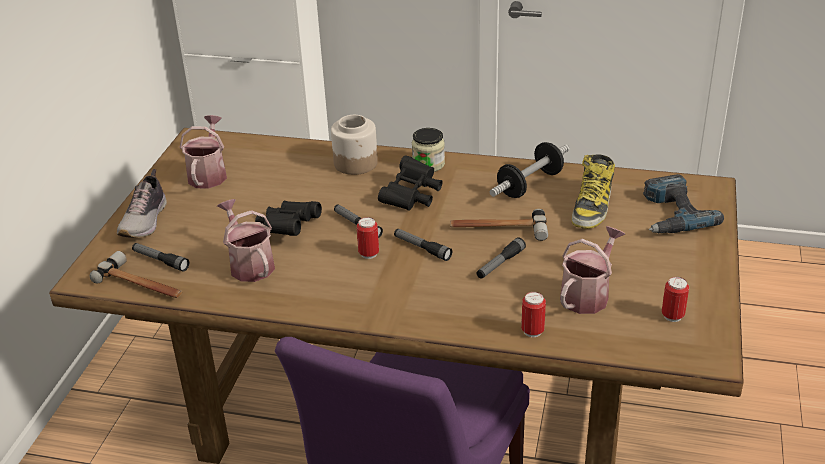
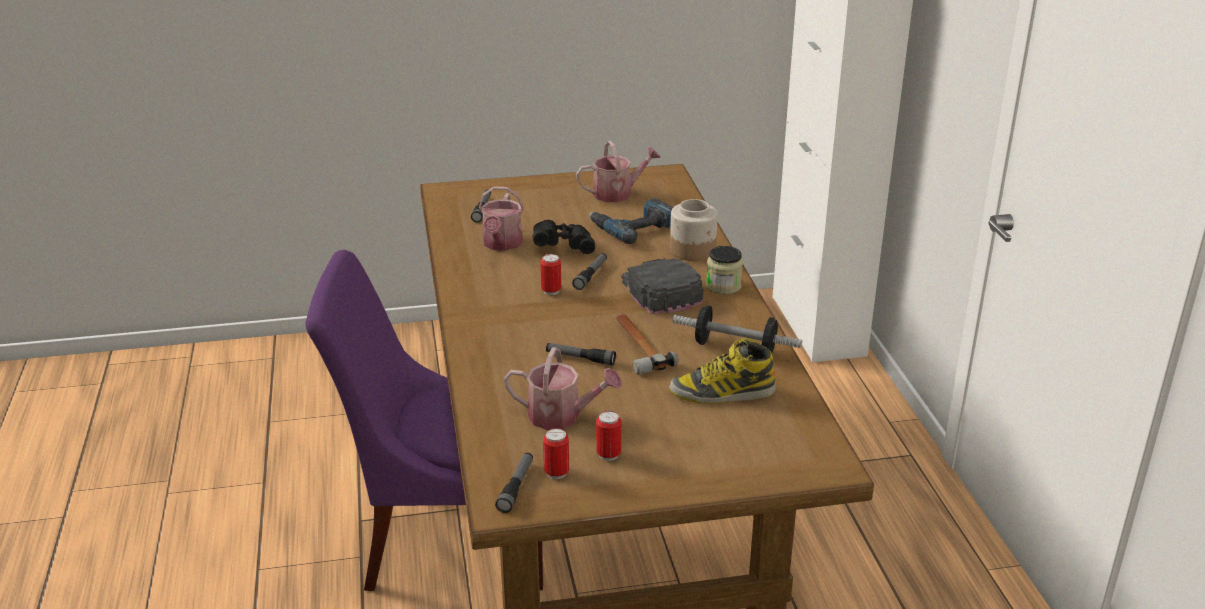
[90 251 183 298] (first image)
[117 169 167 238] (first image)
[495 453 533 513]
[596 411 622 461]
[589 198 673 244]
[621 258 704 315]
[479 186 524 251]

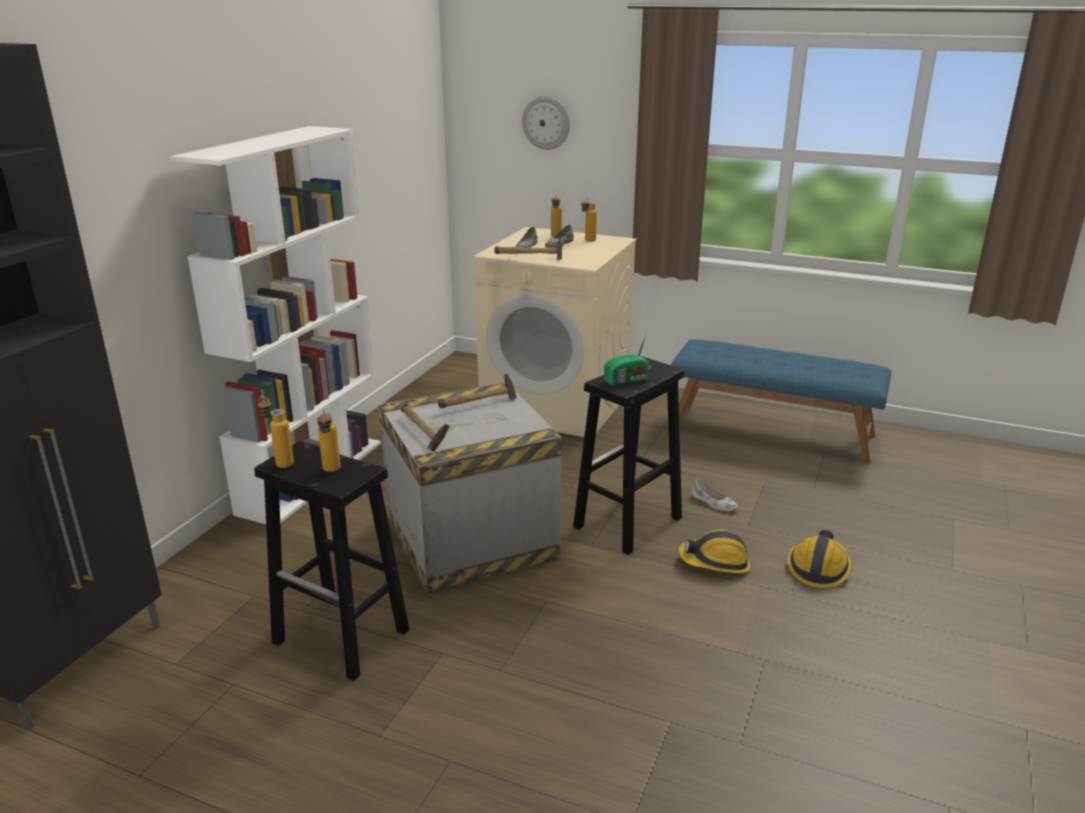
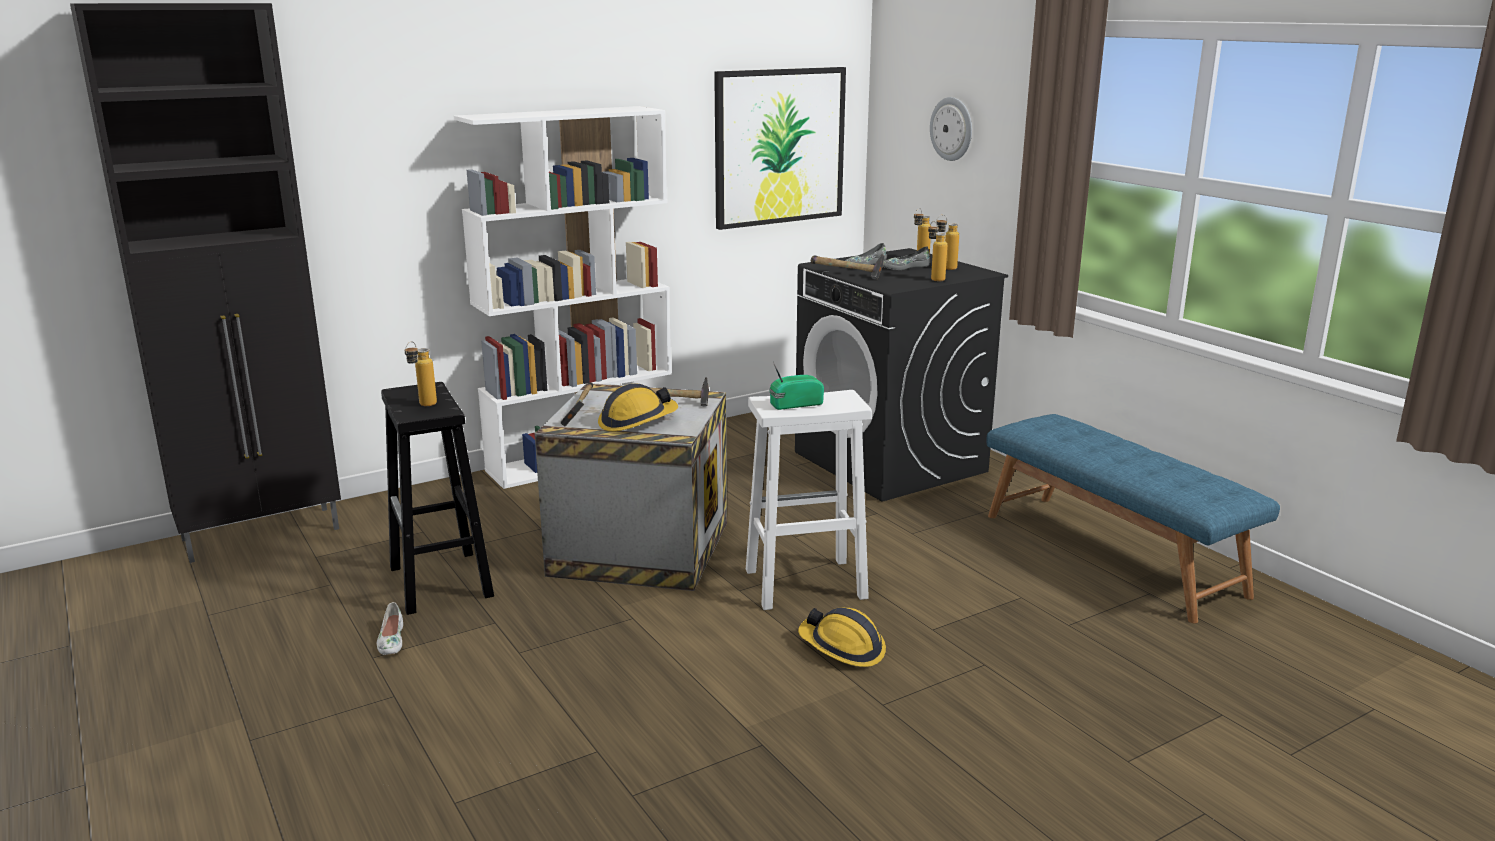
[714 67 846 230]
[928 221 947 281]
[377 602 403 655]
[598 383 678 432]
[795 248 1008 502]
[746 390 872 610]
[769 362 824 410]

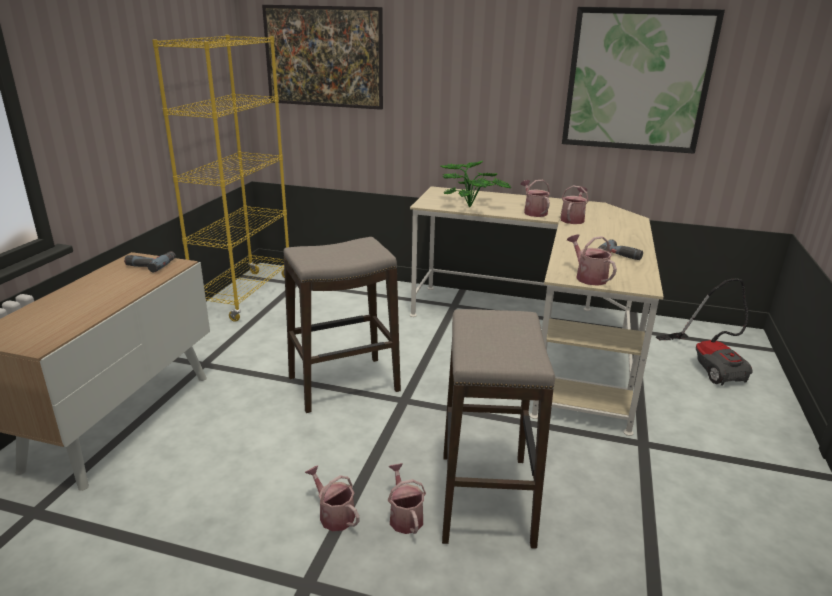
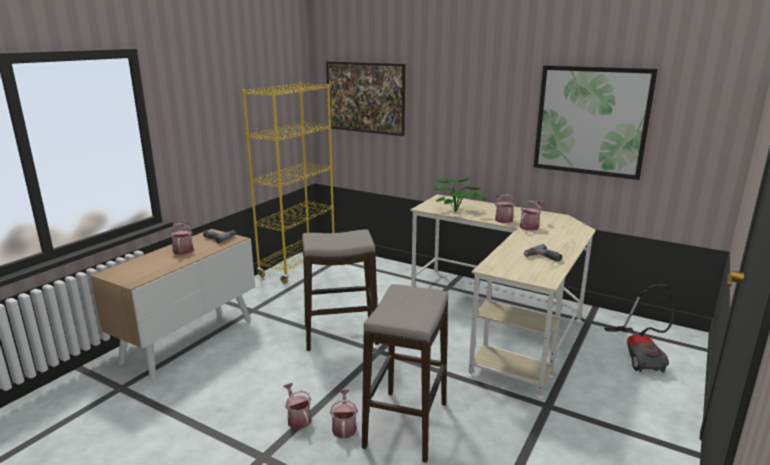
[170 222 194 255]

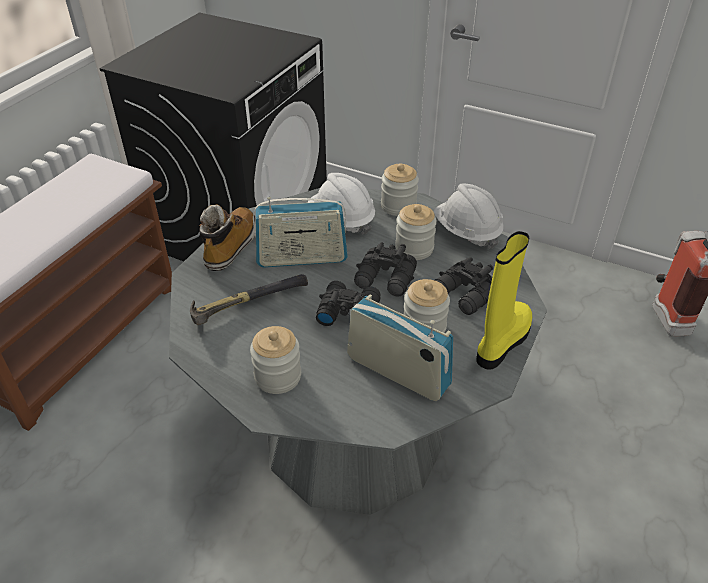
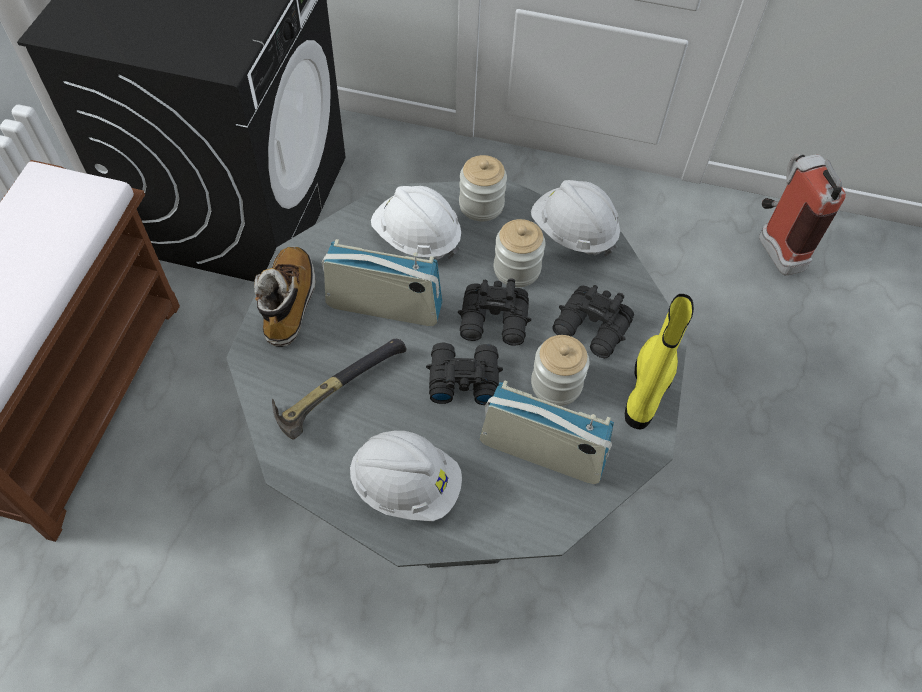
[350 431 462 521]
[322 239 442 326]

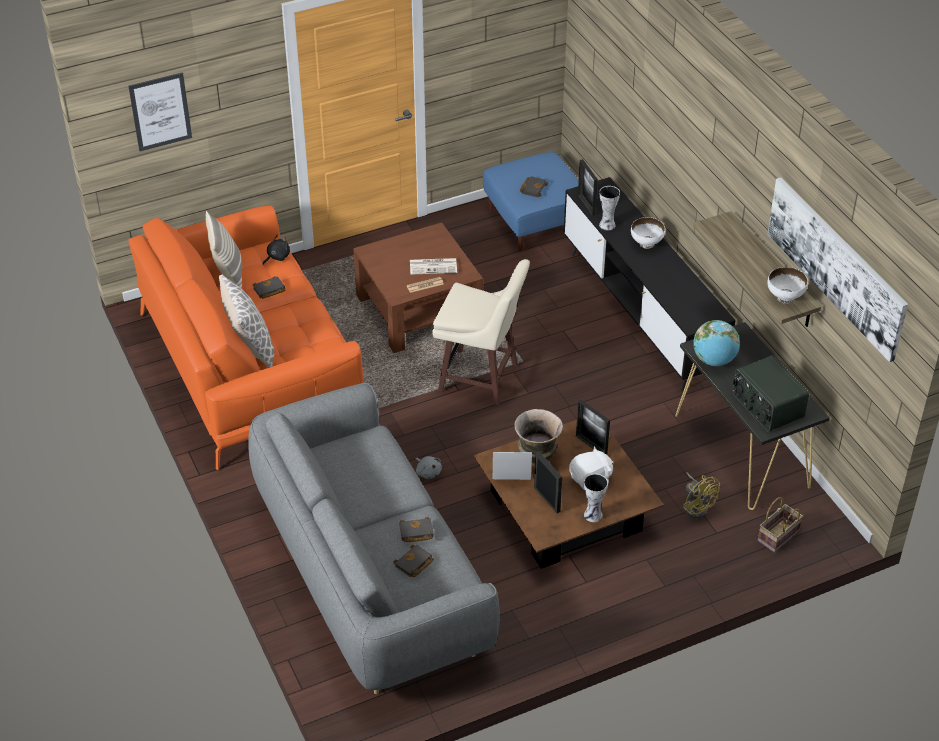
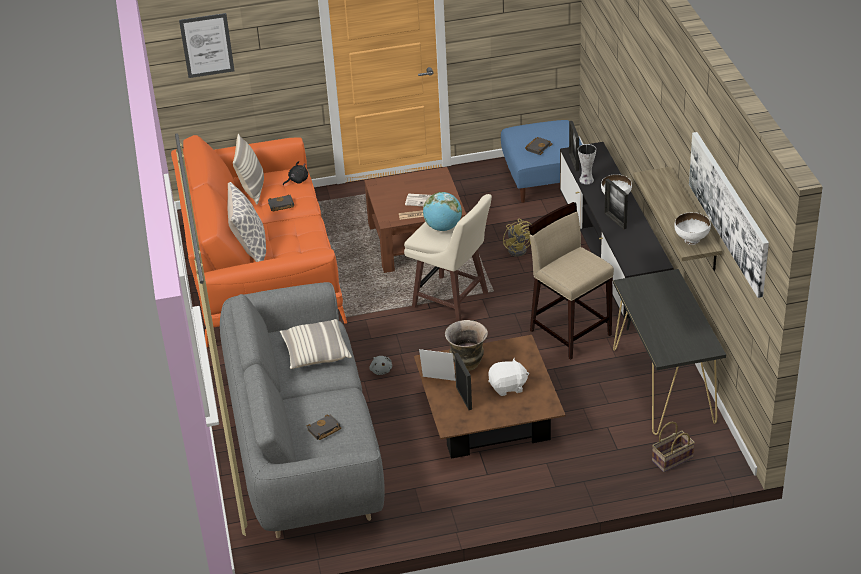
[399 517 434 543] (first image)
[584 474 608 522] (first image)
[733 355 809 432] (first image)
[280 319 352 369]
[529 202 614 360]
[605 179 628 229]
[503 219 531 257]
[423 192 462 231]

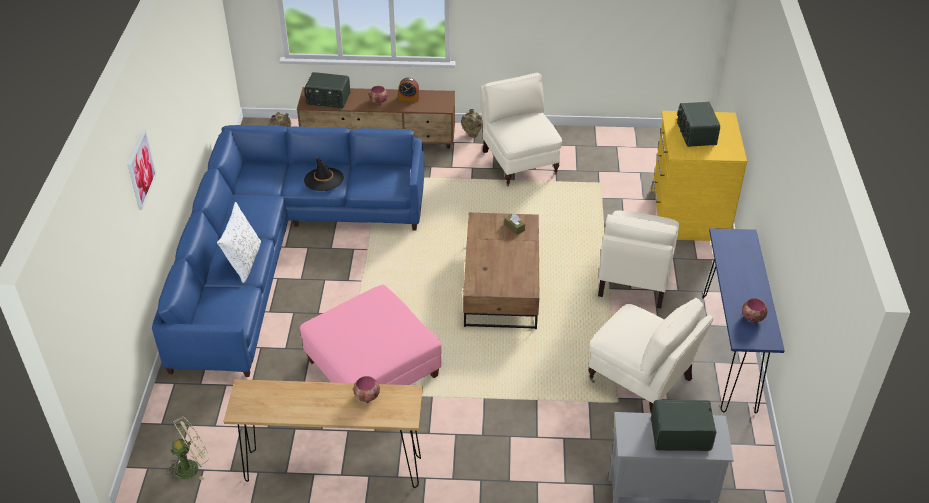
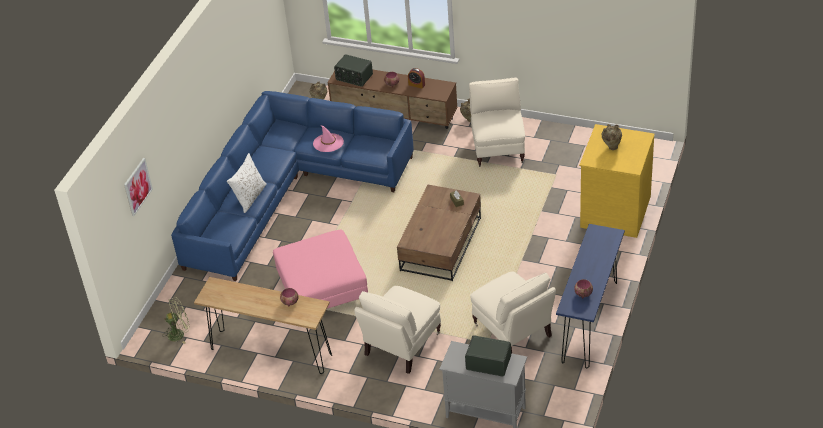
[124 158 153 216]
[354 286 441 374]
[601 124 622 150]
[313 125 344 152]

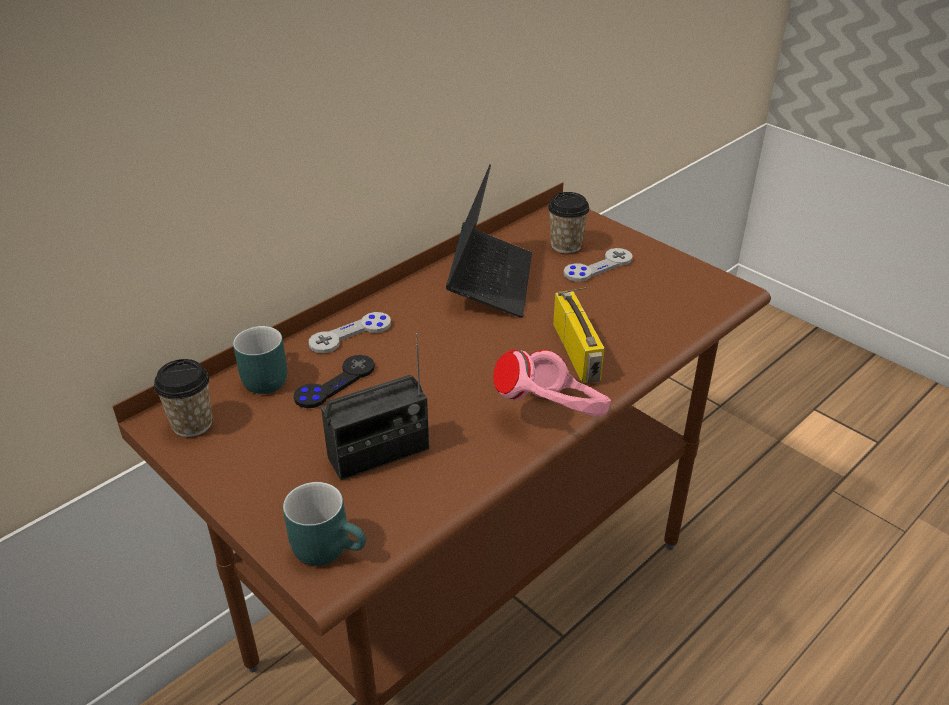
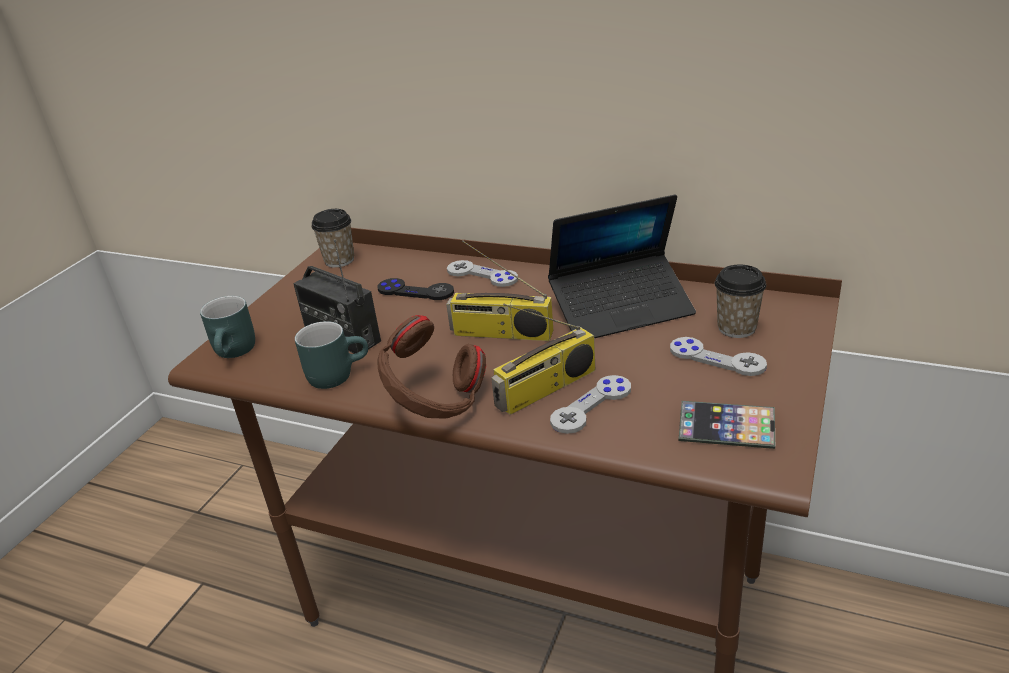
[446 241 553 341]
[550 375 631 434]
[678 401 775 449]
[295 321 368 389]
[377 315 486 418]

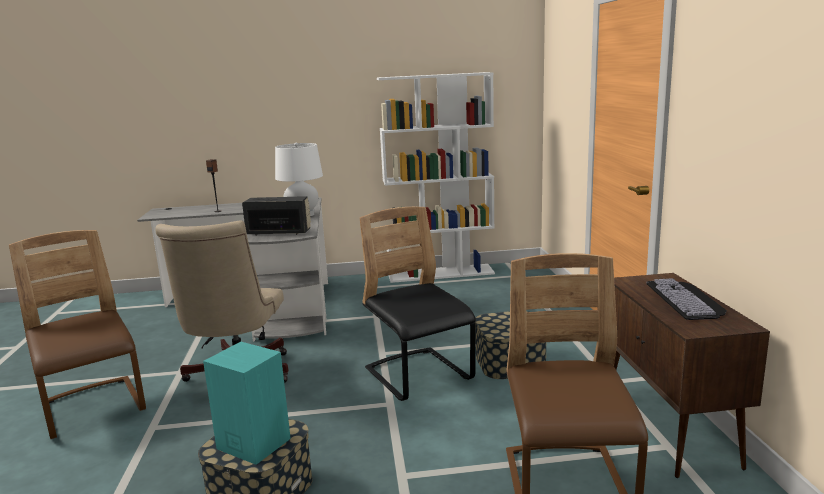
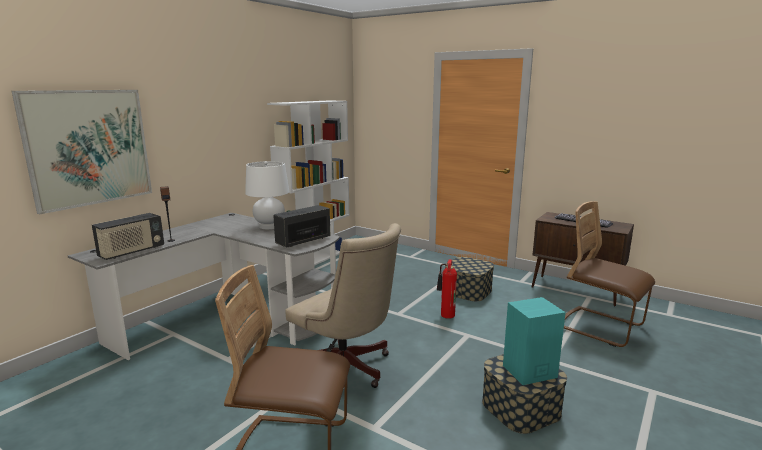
[12 90 152 214]
[92 213 164 260]
[437 260 457 319]

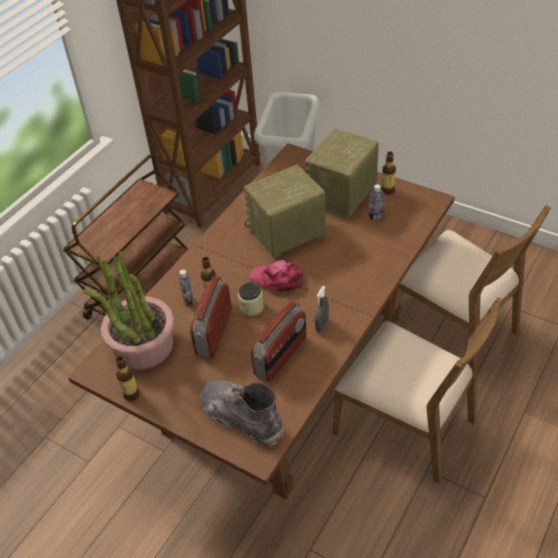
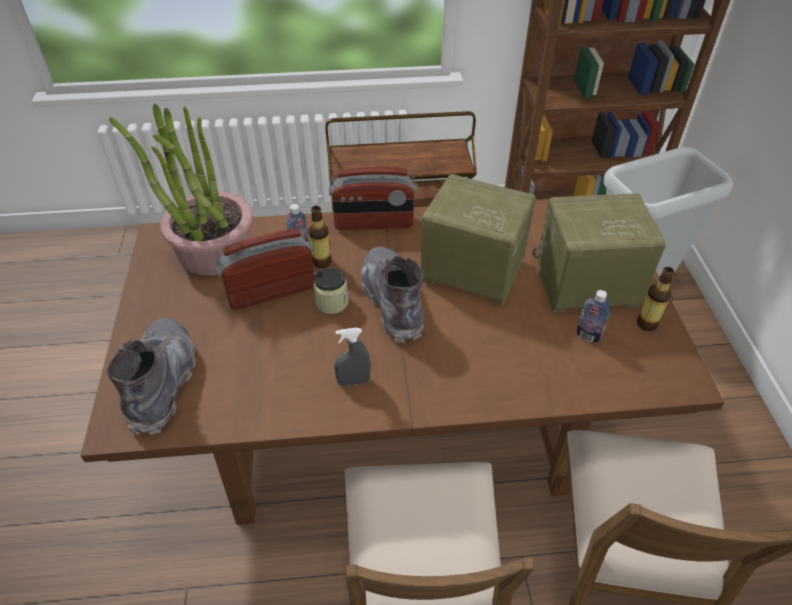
[116 356 139 401] (first image)
[329 167 417 230]
[361 247 424 343]

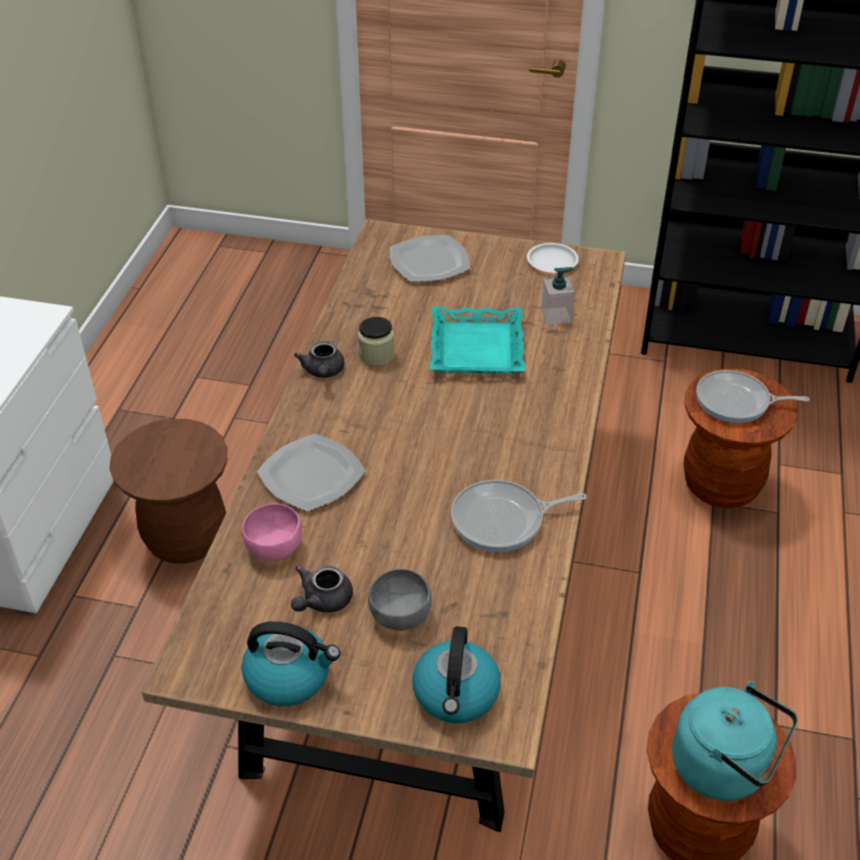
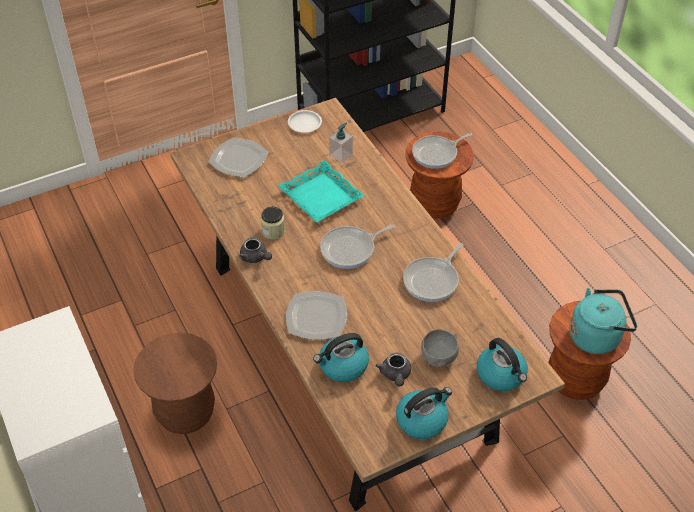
[320 224 395 269]
[313 333 369 382]

